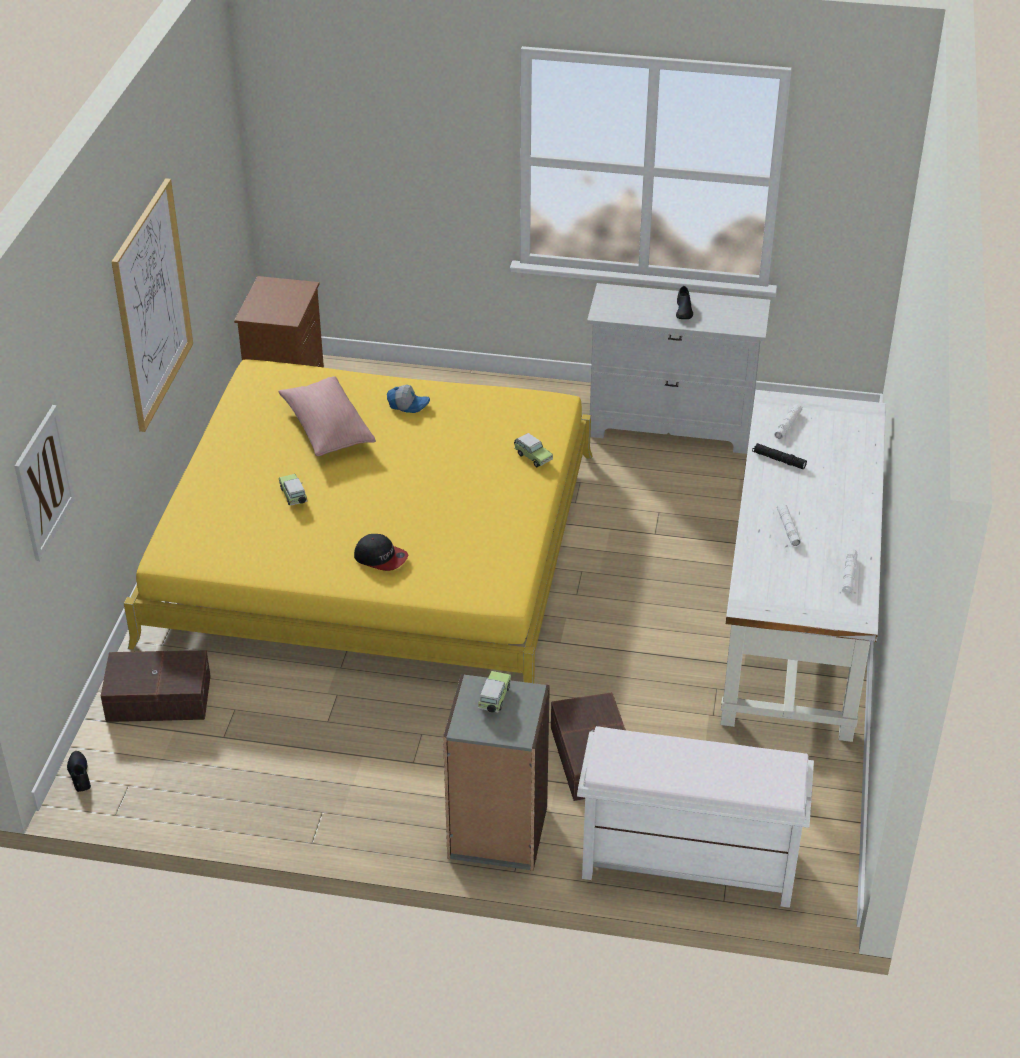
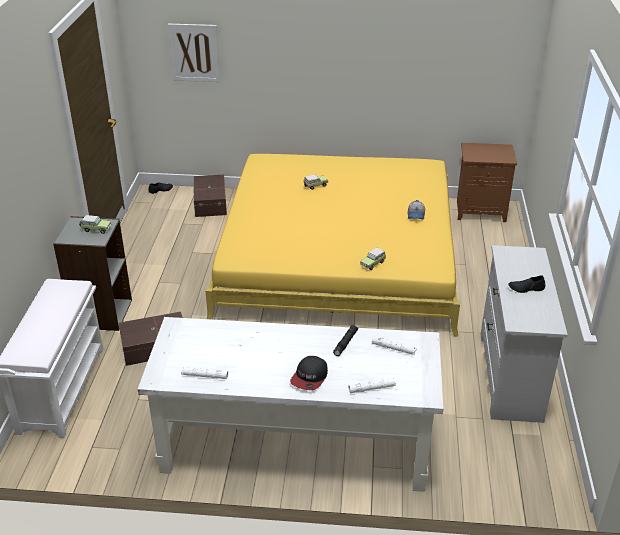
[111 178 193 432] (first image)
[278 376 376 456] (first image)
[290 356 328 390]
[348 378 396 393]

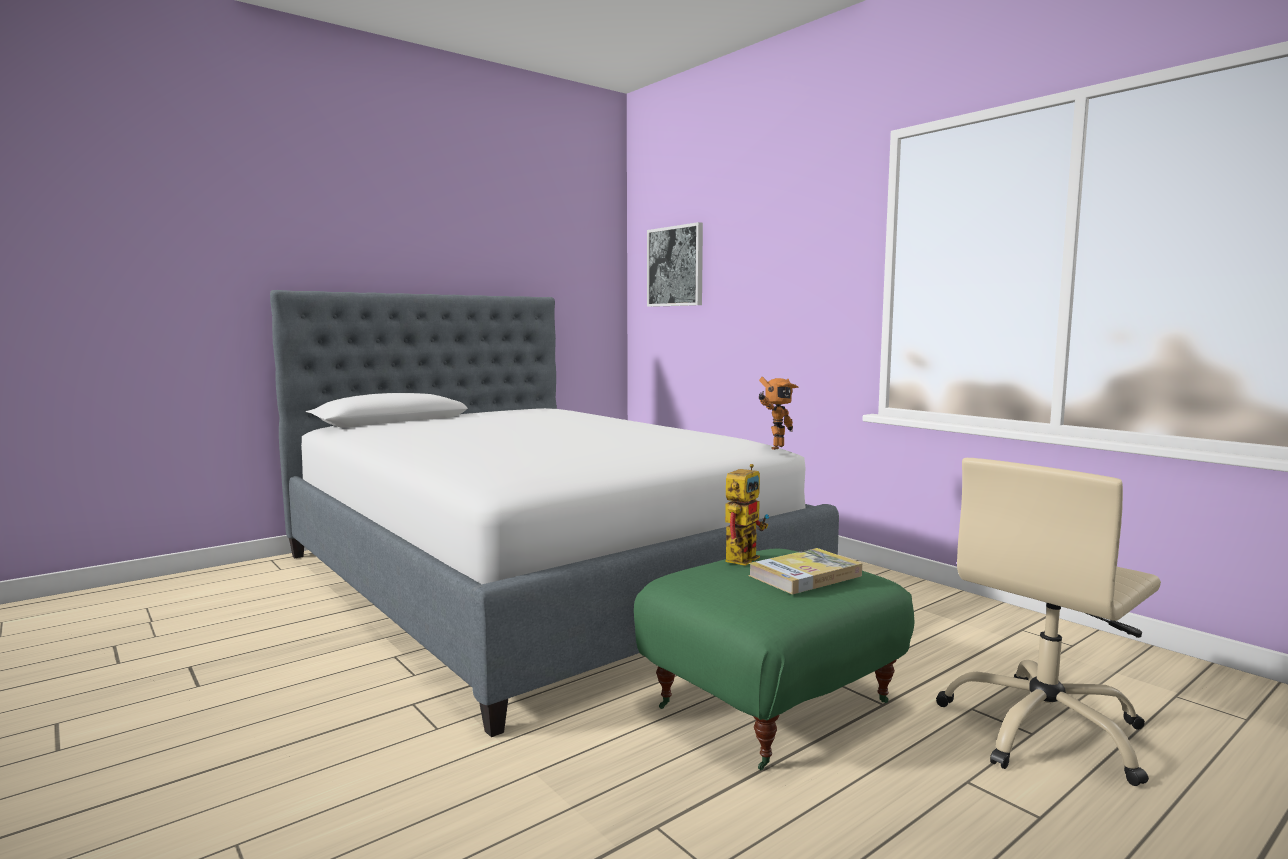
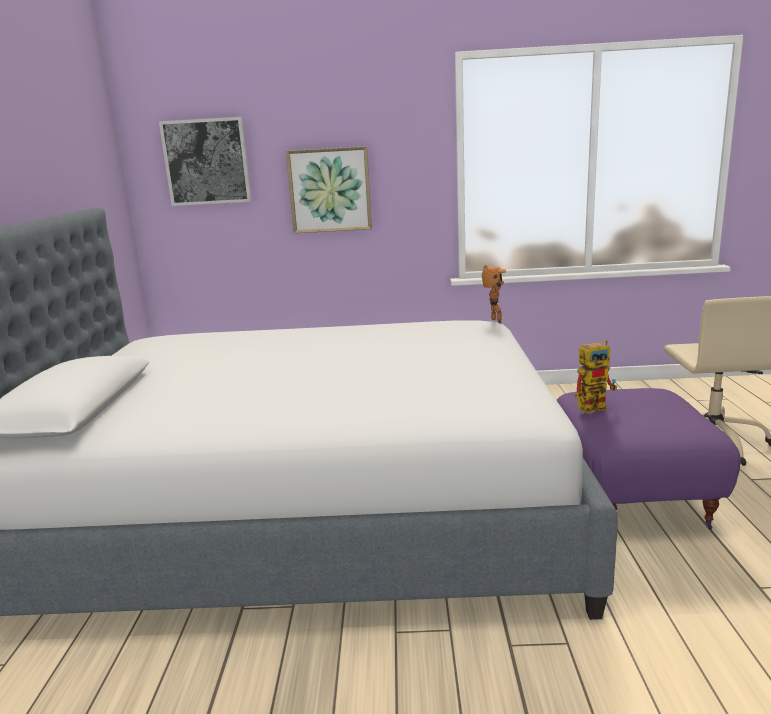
[749 548 862 594] (first image)
[286 146 372 233]
[557 388 740 530]
[575 340 617 413]

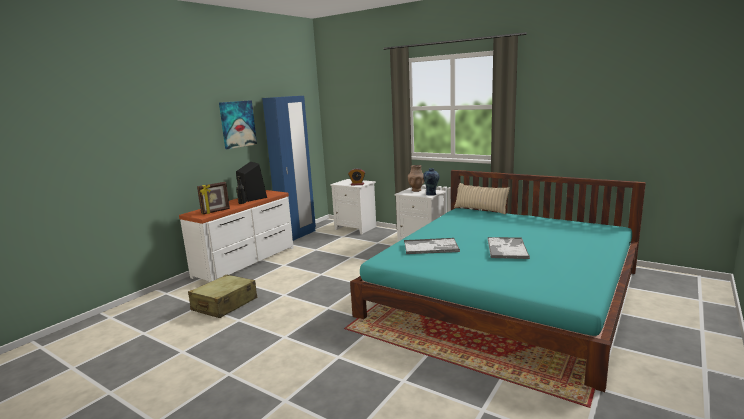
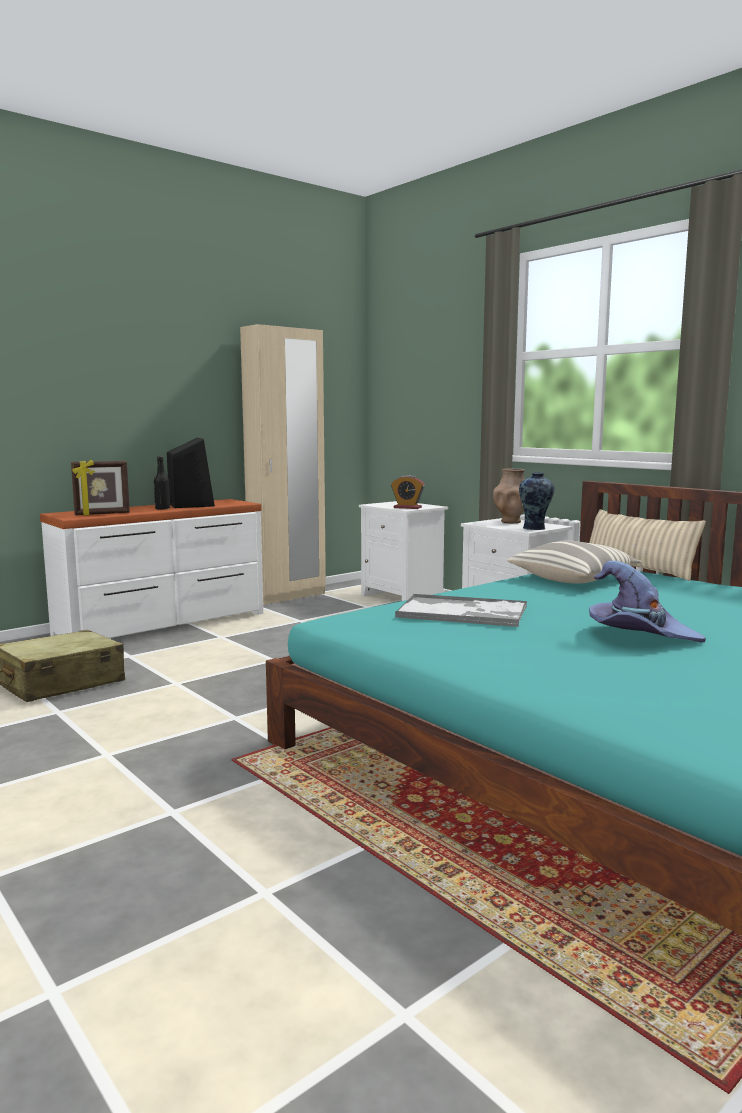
[219 100 257 149] (first image)
[507 540 642 584]
[589 561 706 643]
[240 324 326 605]

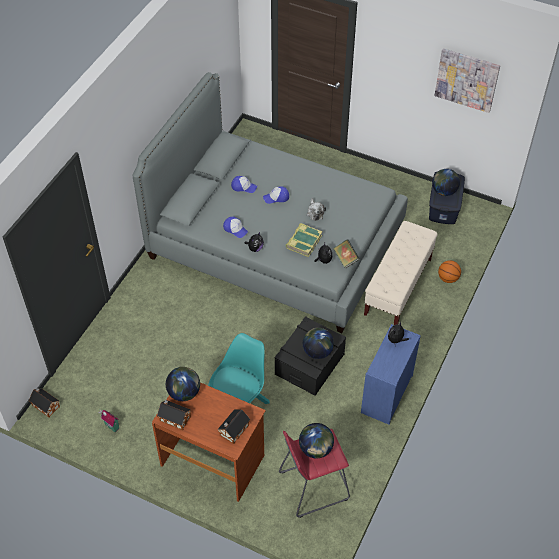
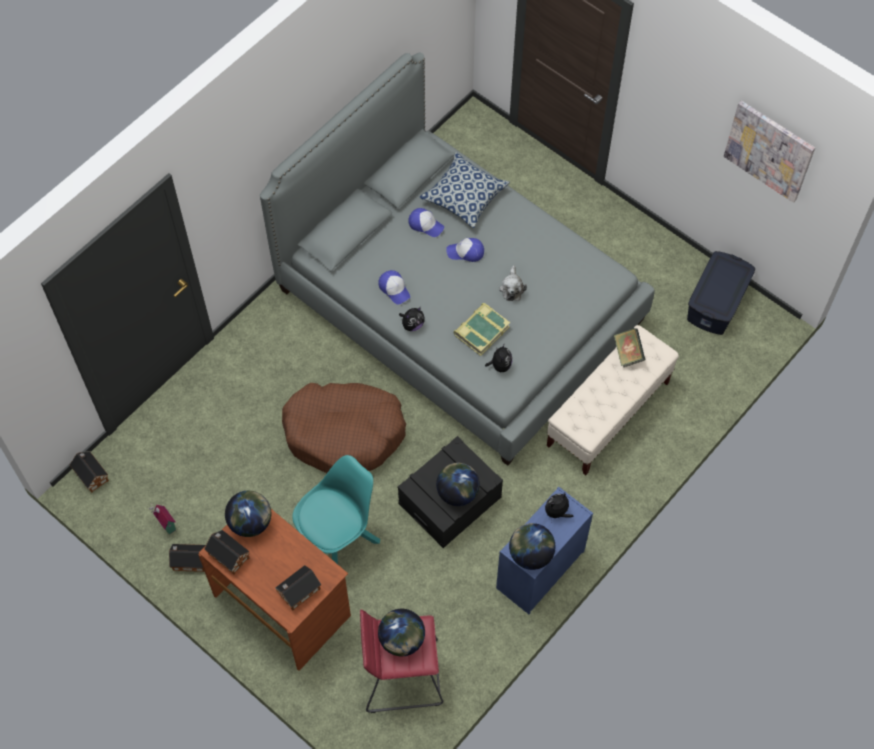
[438 260 461 283] (first image)
[169 544 206 572]
[282 383 406 473]
[419 152 510 228]
[614 328 645 367]
[509 523 555 570]

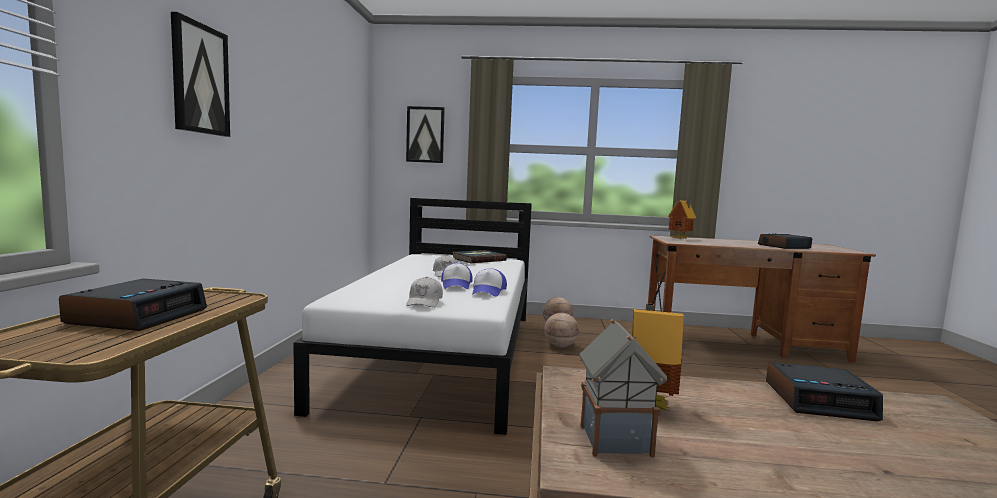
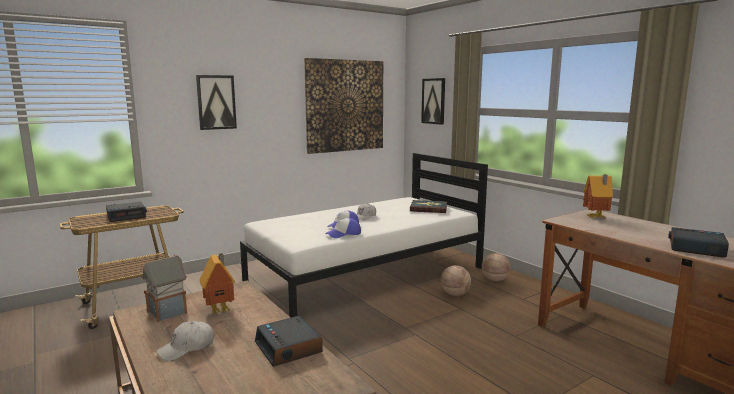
[304 58 383 154]
[156 321 214 361]

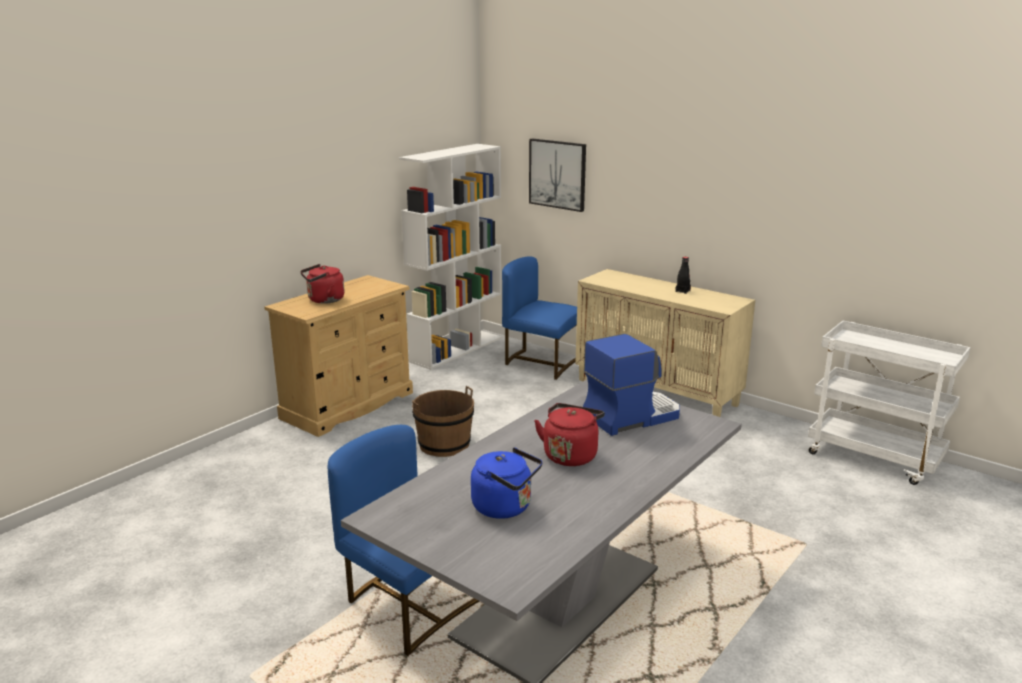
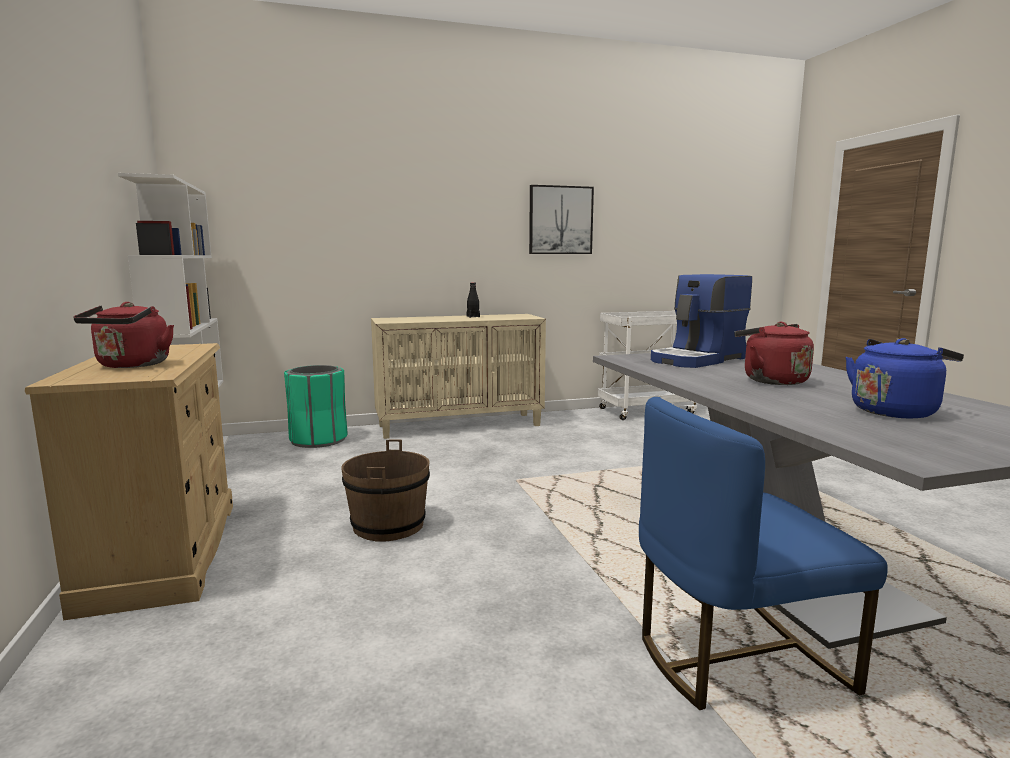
[529 185 594 254]
[284 365 348 448]
[651 274 752 368]

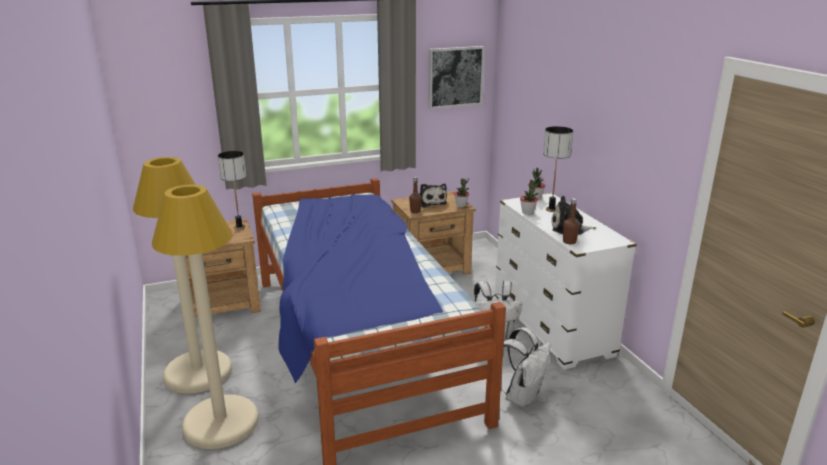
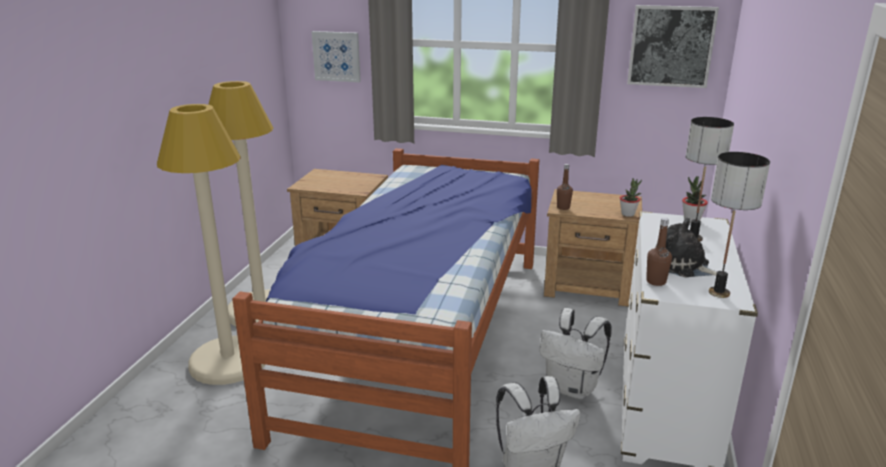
[419 183 447 208] (first image)
[520 180 539 215] (first image)
[312 31 361 82]
[709 152 770 298]

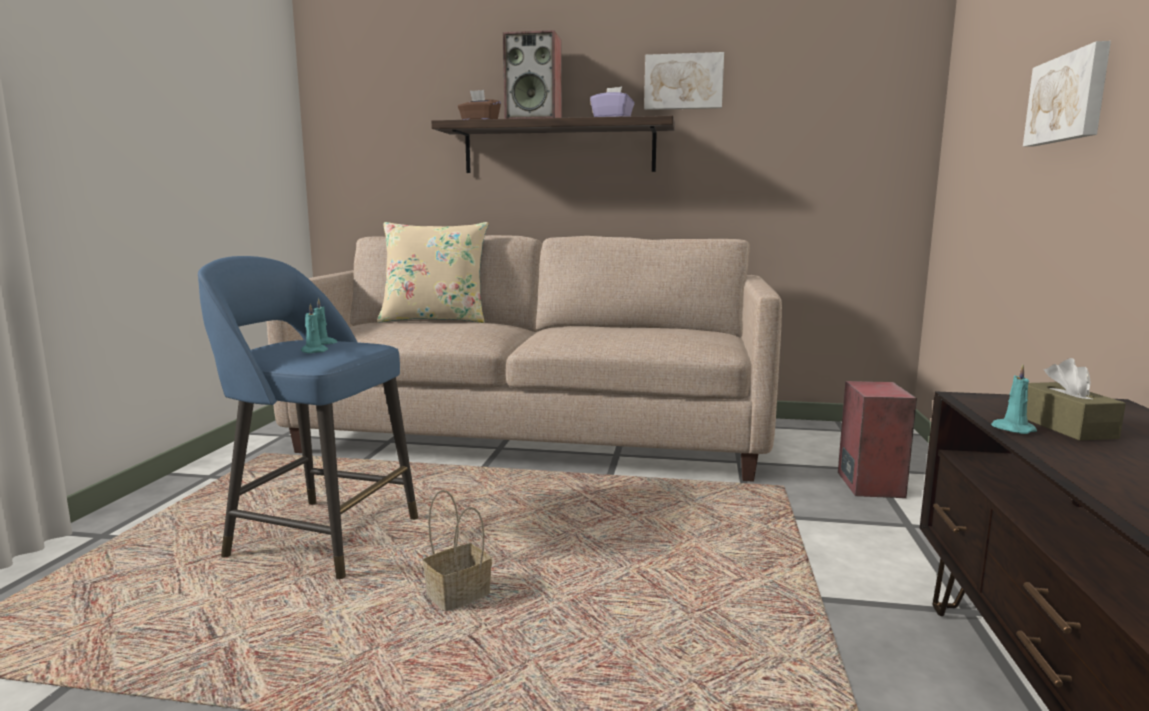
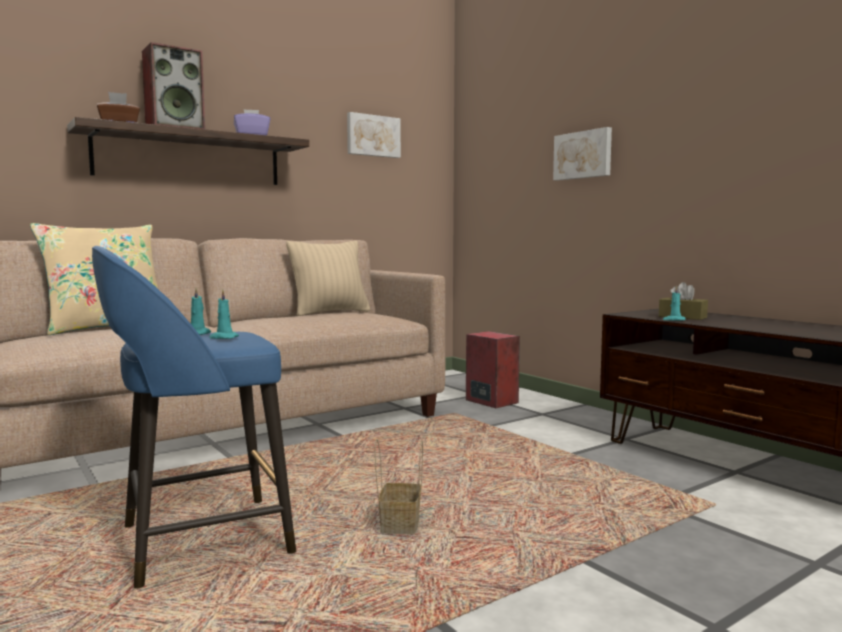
[286 241 370 316]
[347 112 401 158]

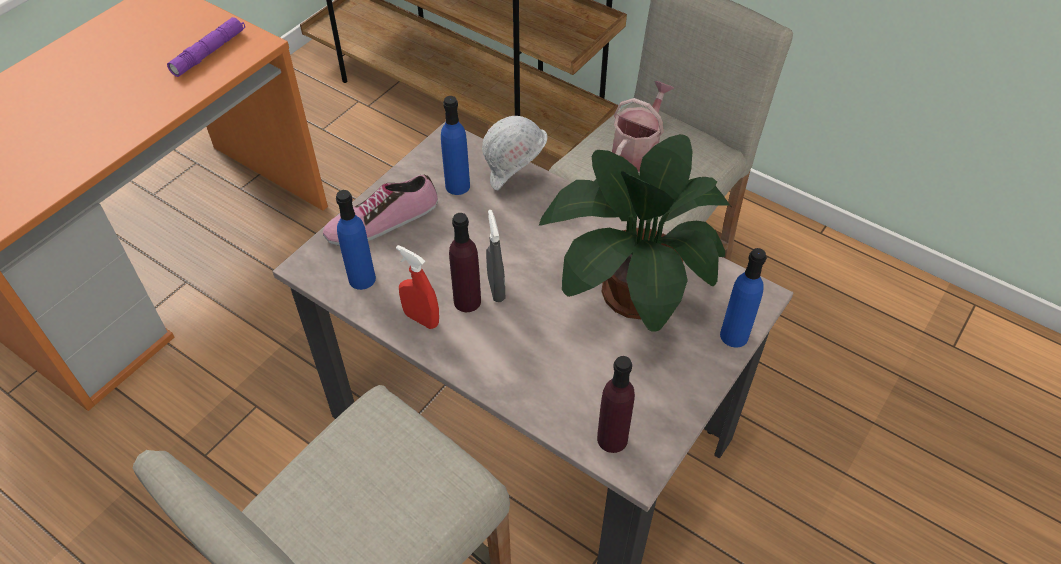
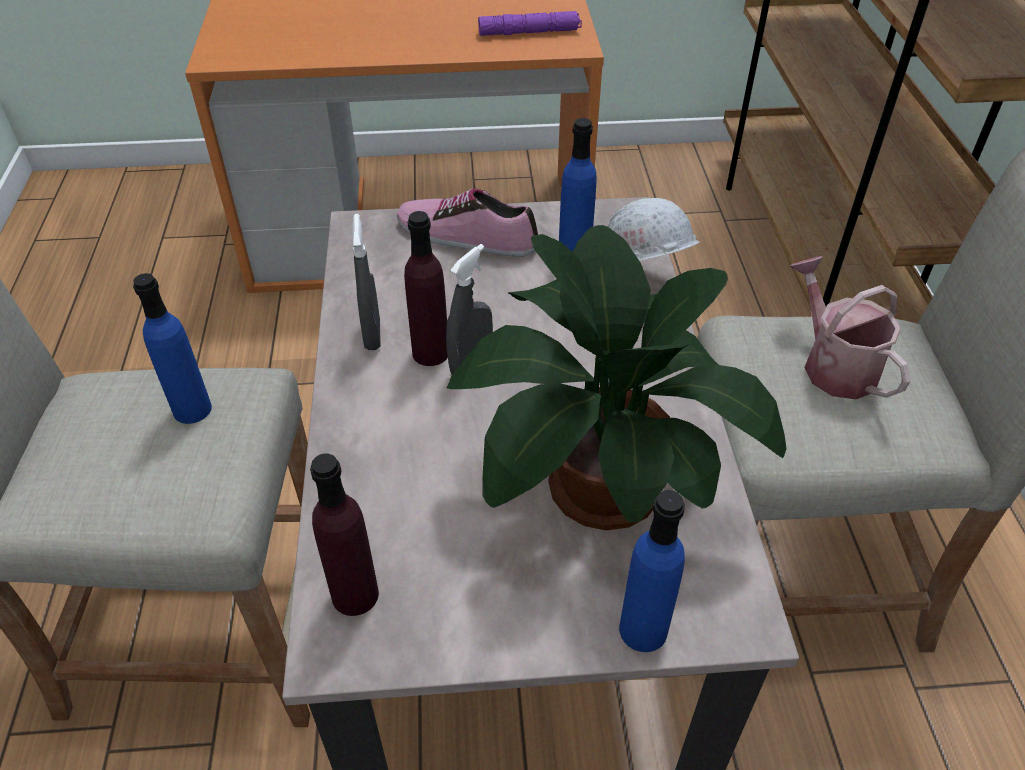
[133 273 212 424]
[352 214 381 350]
[790 256 911 399]

